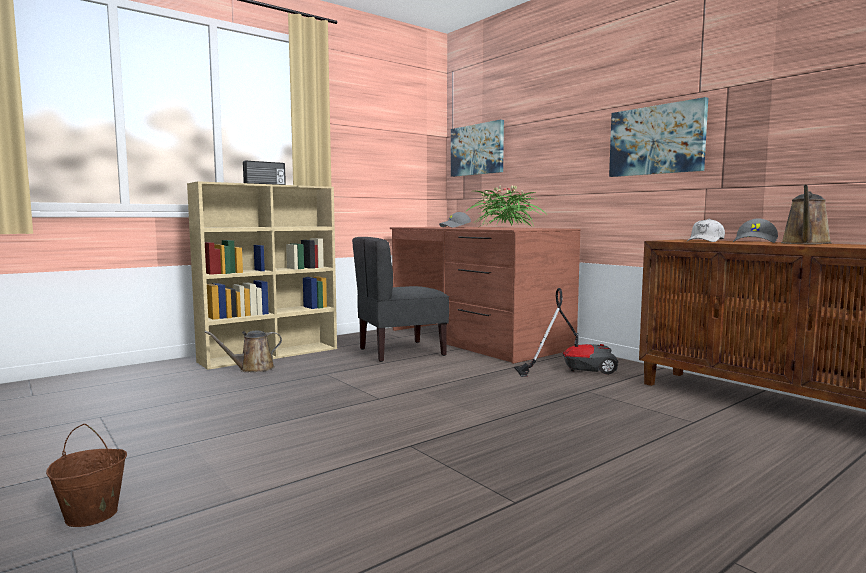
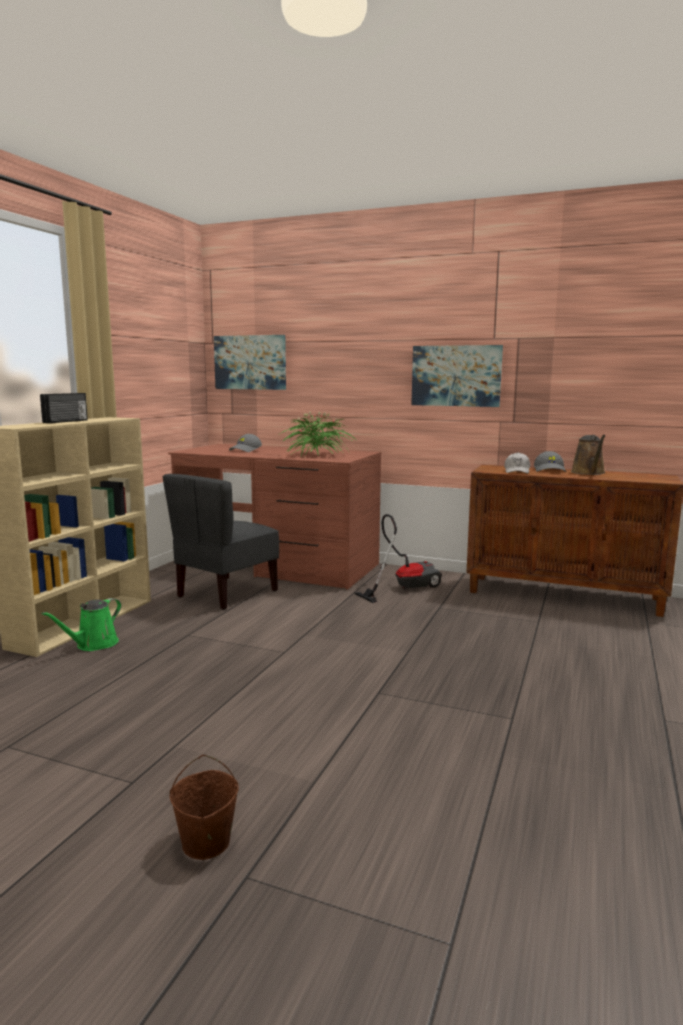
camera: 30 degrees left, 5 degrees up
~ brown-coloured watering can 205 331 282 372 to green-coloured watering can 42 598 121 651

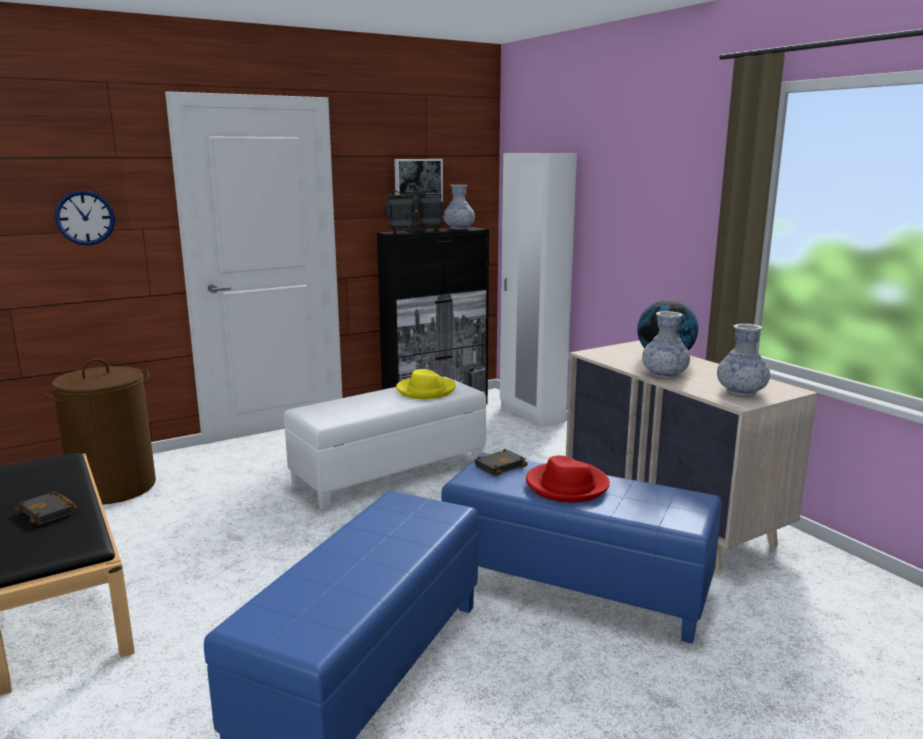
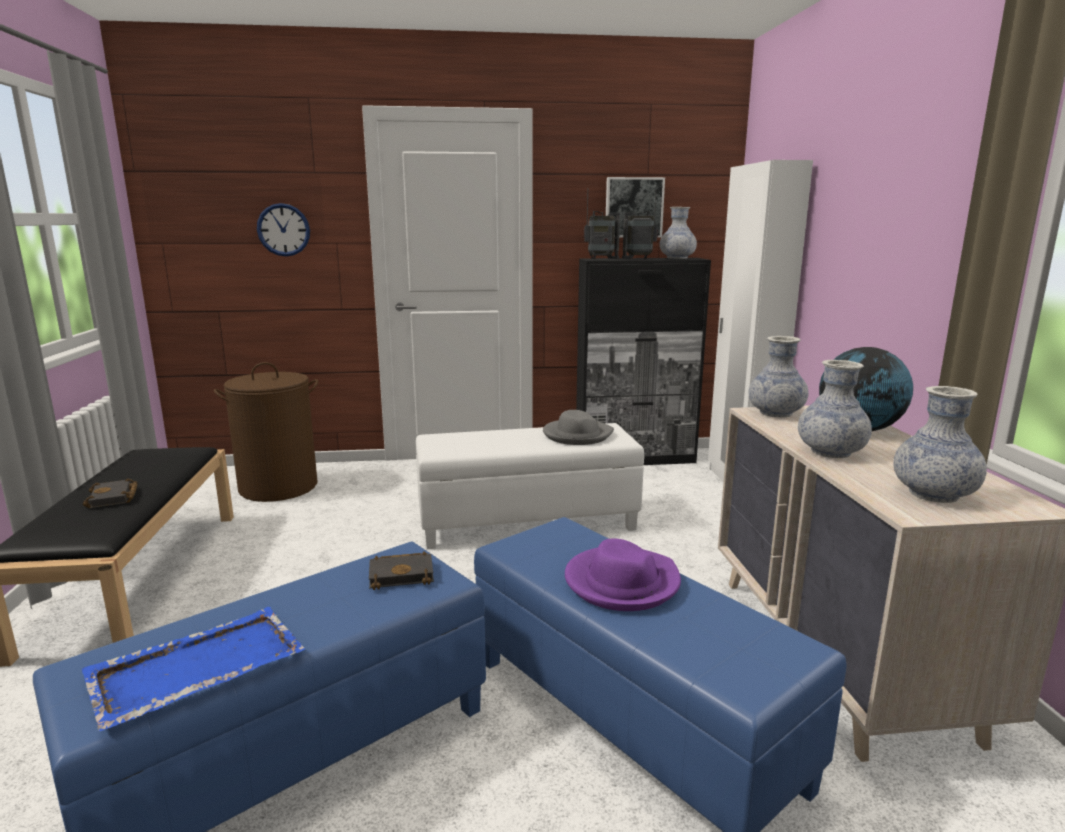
camera: 25 degrees right, 0 degrees up
~ yellowish hat 396 369 456 399 to greyish hat 543 410 614 445
~ blackish book 474 449 528 476 to 369 551 434 590
~ red hat 526 455 610 502 to purplish hat 565 538 681 611
+ bluish tray 82 607 305 731
+ vase 749 336 809 417

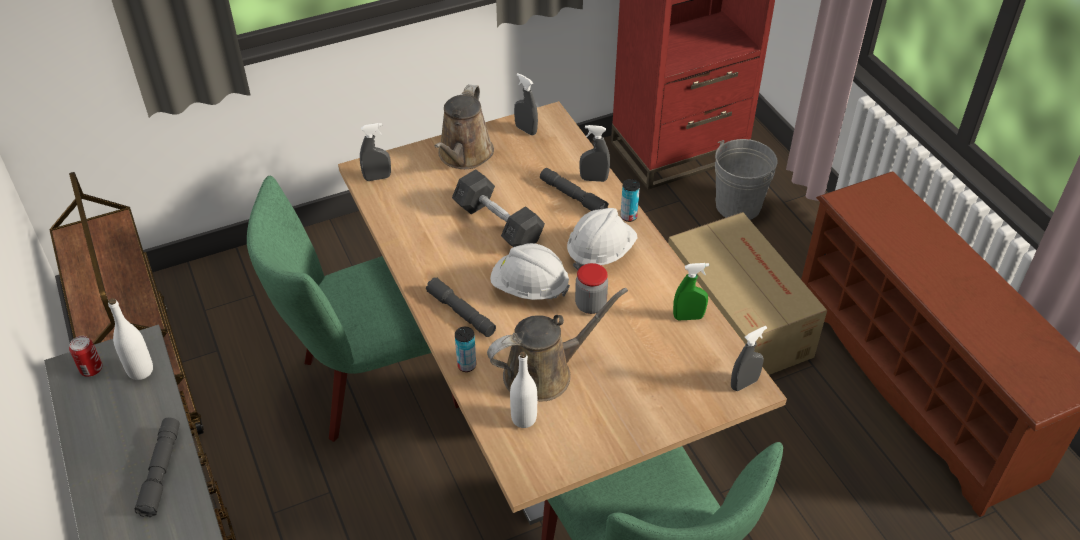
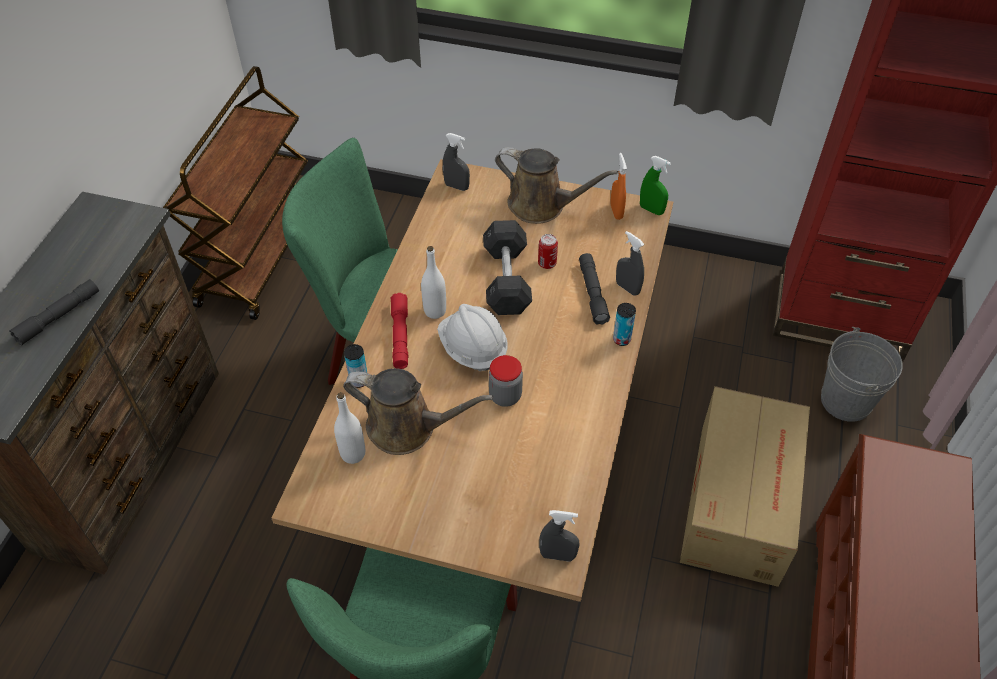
camera: 40 degrees right, 5 degrees up
~ sealed can 69 336 102 377 to 538 234 558 269
~ white-coloured drink bottle 108 298 153 380 to 421 246 446 319
~ greyish torch 426 278 496 337 to red torch 391 293 408 369
~ brown-coloured watering can 435 84 494 169 = 495 147 618 224 120 degrees counterclockwise
~ greyish sprayer 514 73 538 135 to orange-coloured sprayer 610 153 627 220
- white-coloured safety helmet 567 208 637 270
~ green-coloured sprayer 673 263 709 321 to 640 156 671 215

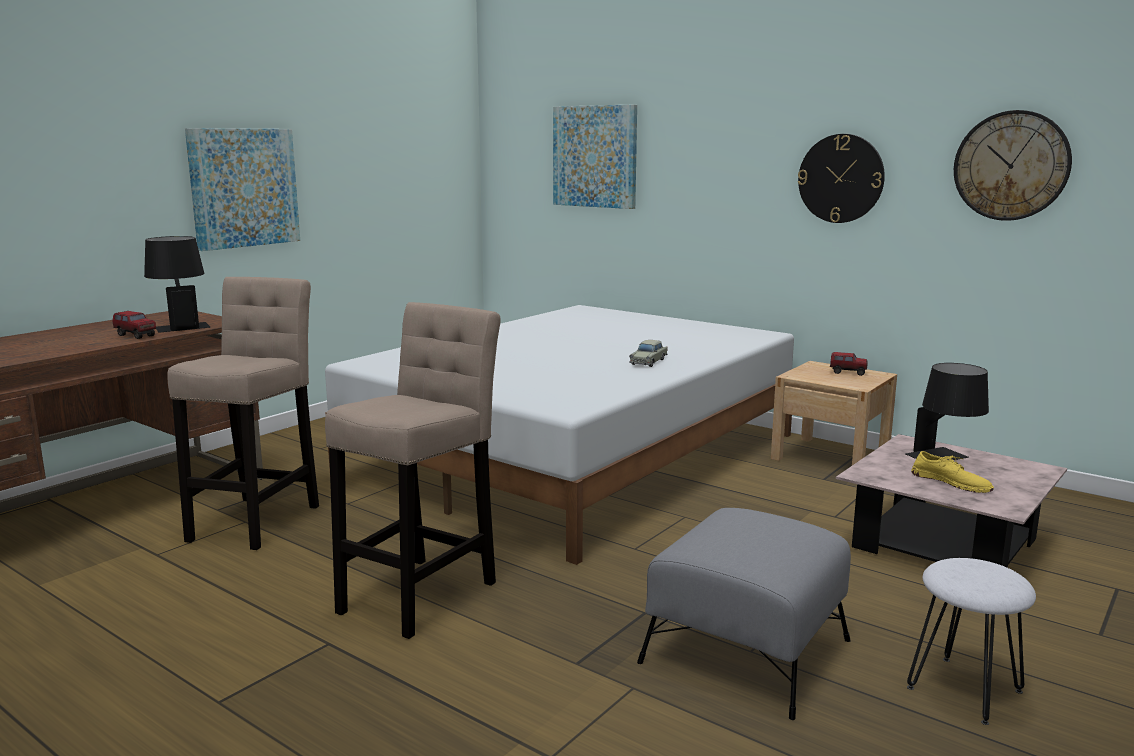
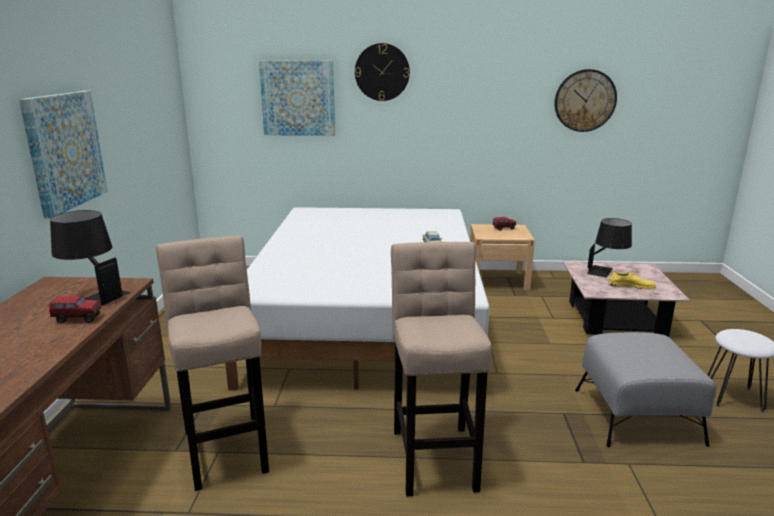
camera: 35 degrees left, 5 degrees up
~ hanging clock 798 134 885 223 to 355 43 410 101

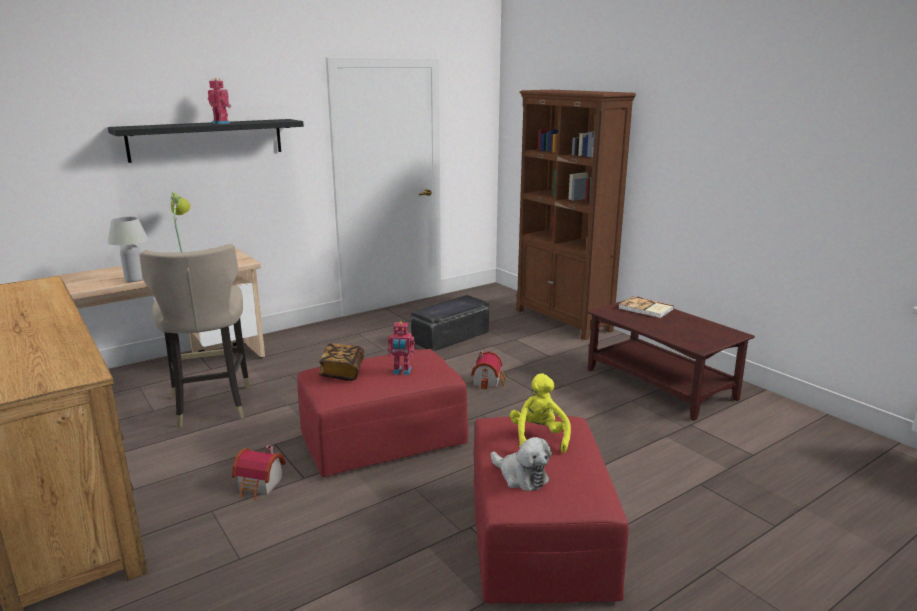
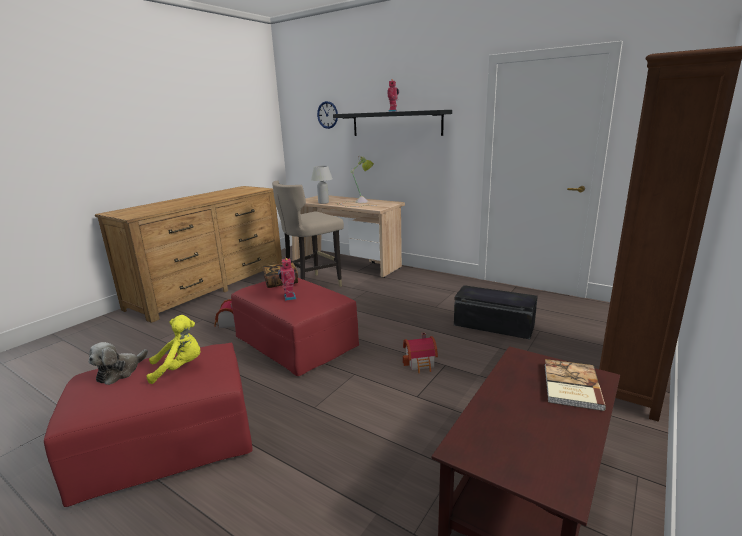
camera: 70 degrees right, 0 degrees up
+ hanging clock 317 101 338 129

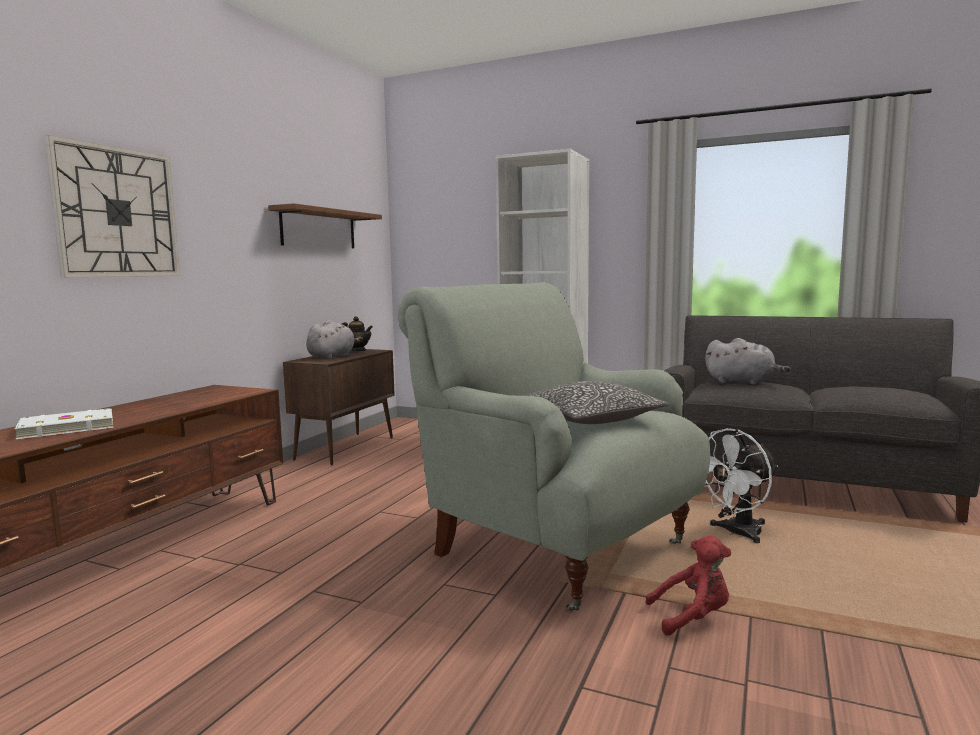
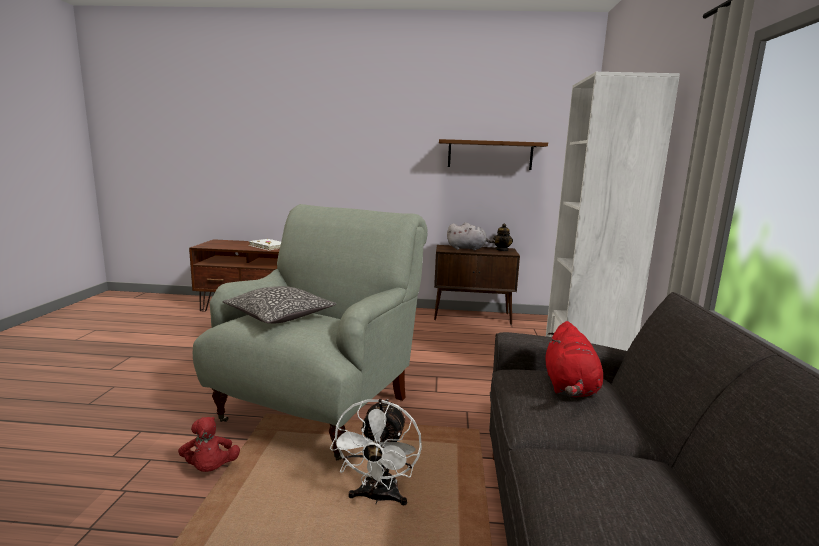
camera: 70 degrees right, 5 degrees up
- hanging clock 44 135 180 278
~ white-coloured cooling fan 704 428 778 543 = 330 399 422 506 120 degrees counterclockwise
~ greyish plush toy 705 338 791 385 to red plush toy 545 321 603 397

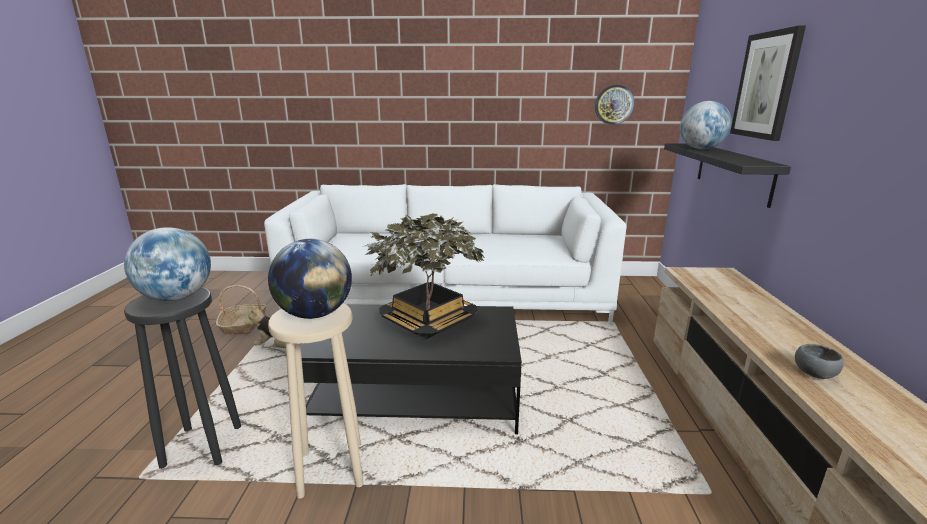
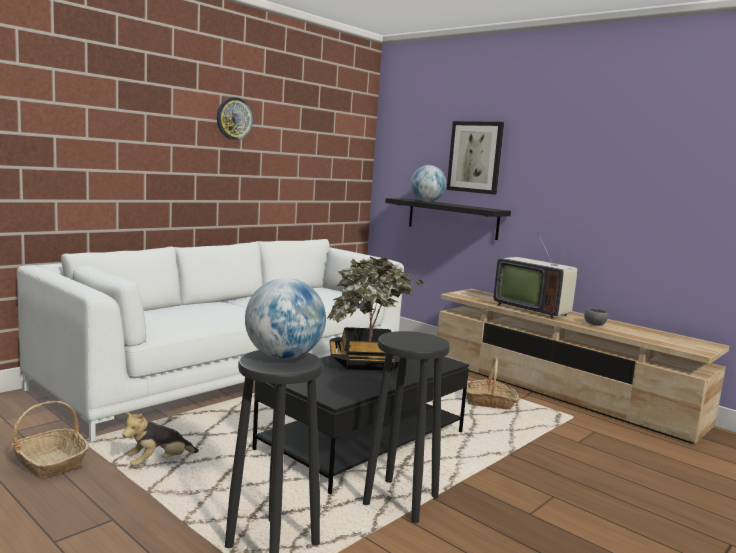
camera: 50 degrees left, 10 degrees down
- desk globe 268 239 352 319
~ sand-coloured sitting stool 268 303 363 499 to blackish sitting stool 363 331 450 523
~ hanging clock 595 85 634 125 to 217 97 253 140
+ household basket 466 358 519 409
+ TV 493 229 579 319

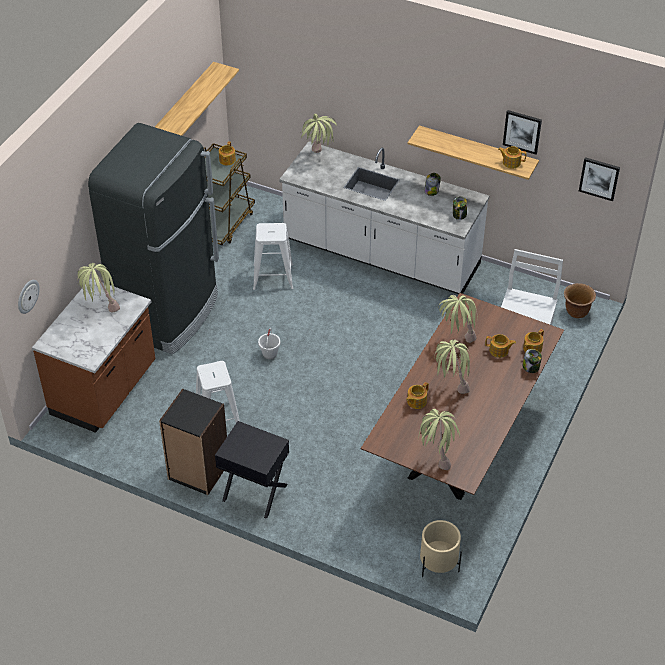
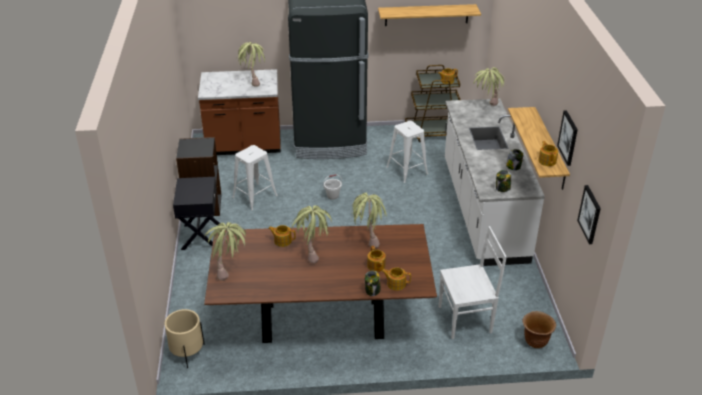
camera: 60 degrees right, 10 degrees down
- hanging clock 18 280 40 314

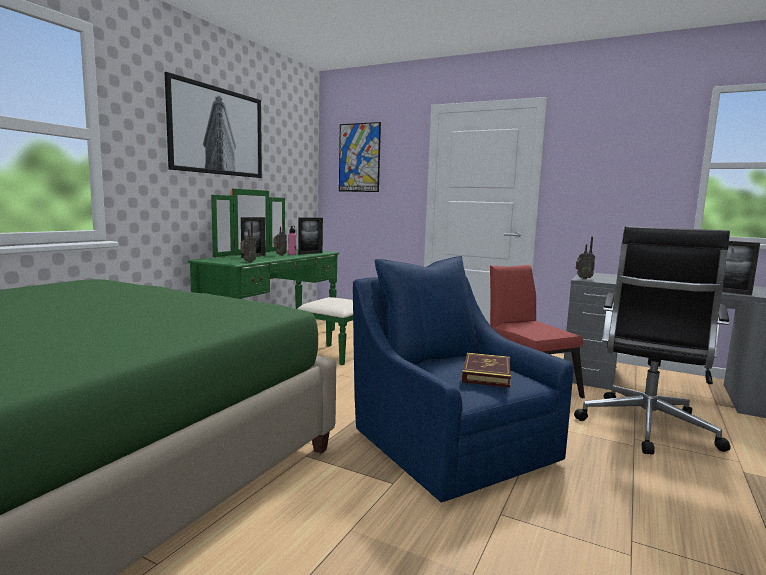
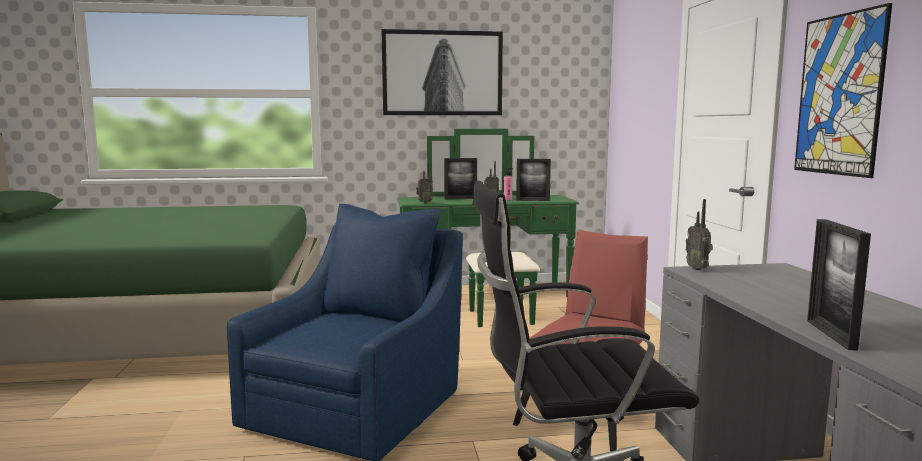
camera: 55 degrees right, 0 degrees up
~ wall picture 339 122 381 192 to 794 3 892 178
- book 462 353 511 388

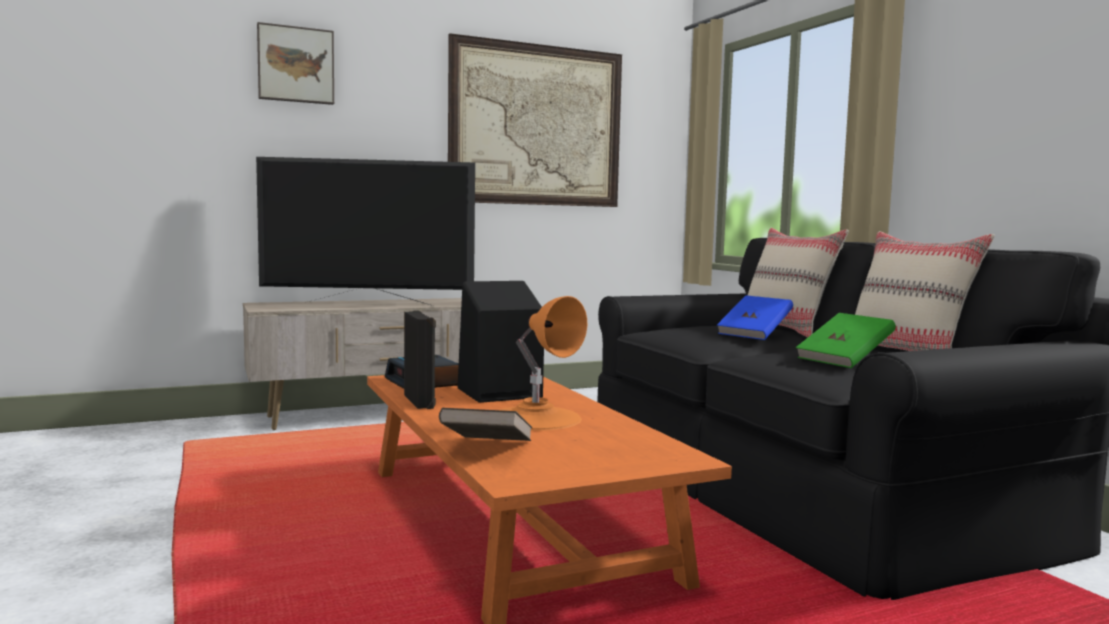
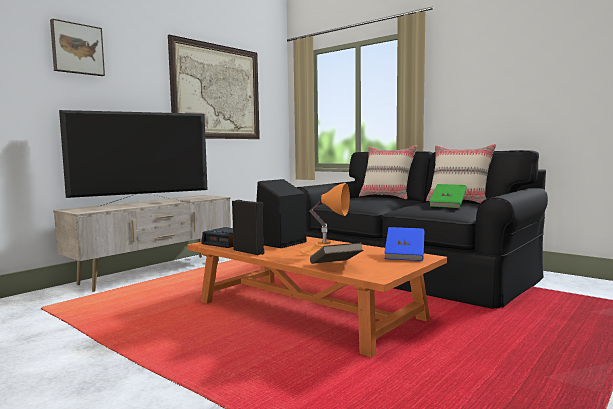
camera: 25 degrees left, 0 degrees up
~ bluish book 717 295 793 340 to 384 227 424 261

